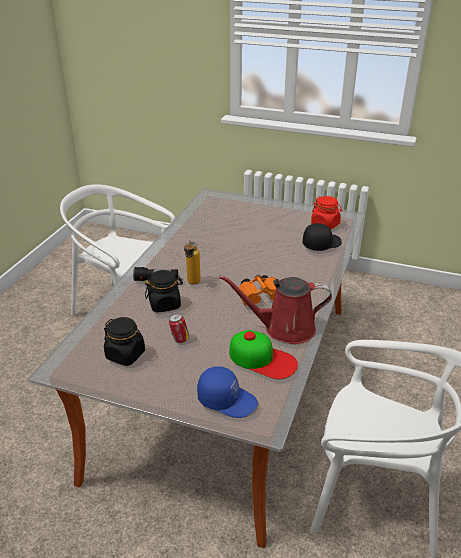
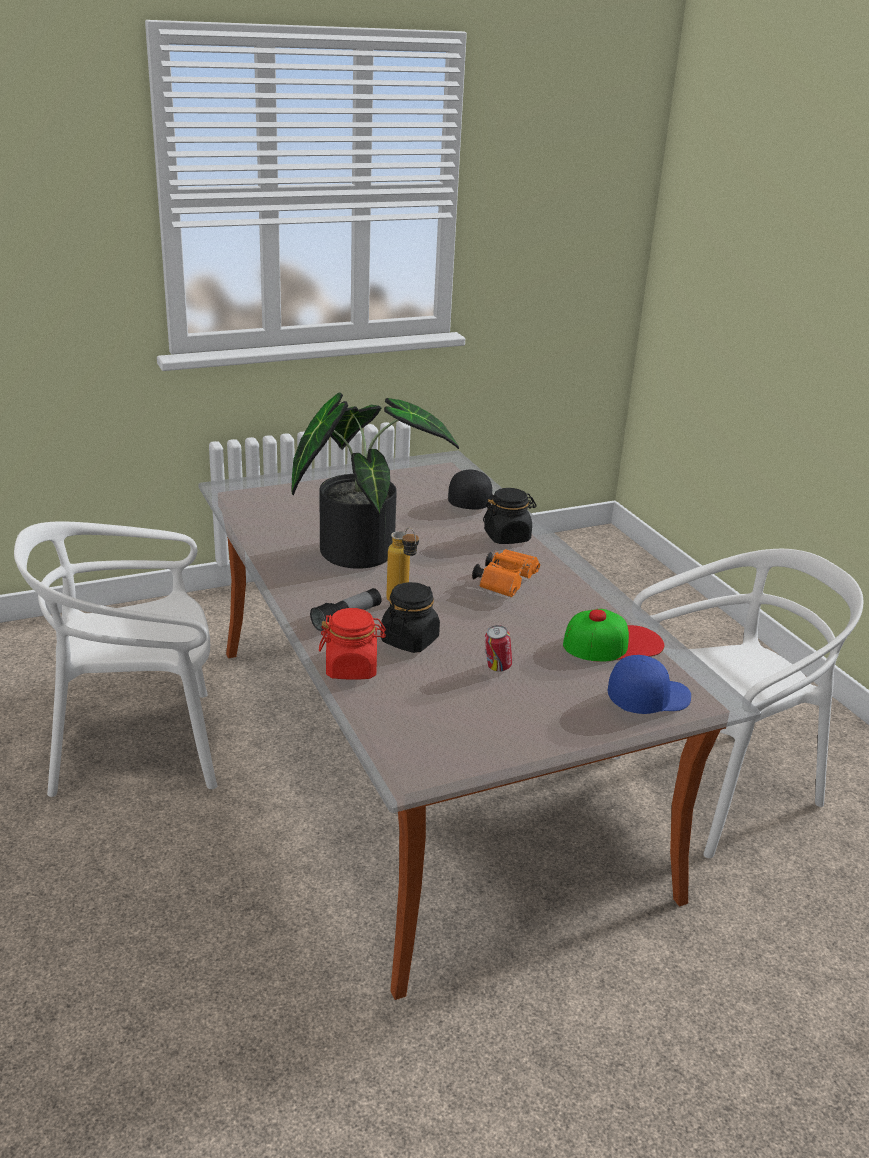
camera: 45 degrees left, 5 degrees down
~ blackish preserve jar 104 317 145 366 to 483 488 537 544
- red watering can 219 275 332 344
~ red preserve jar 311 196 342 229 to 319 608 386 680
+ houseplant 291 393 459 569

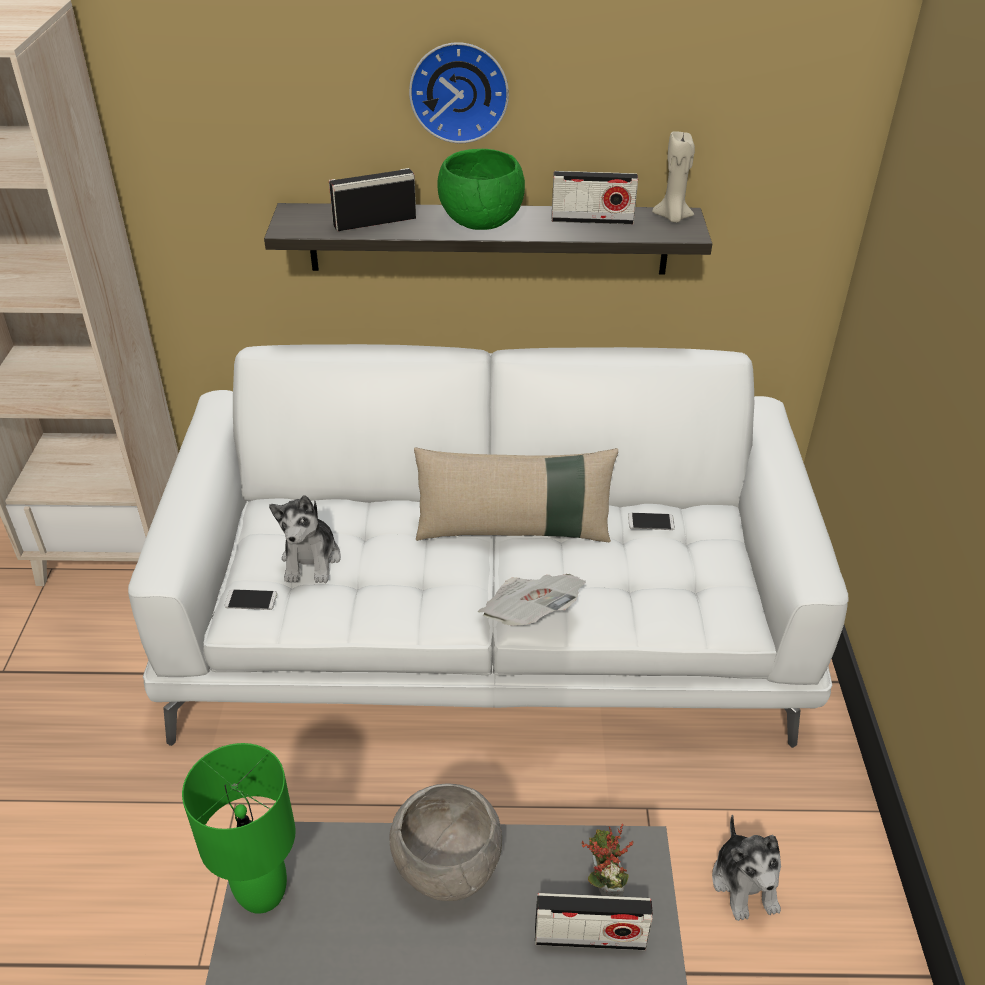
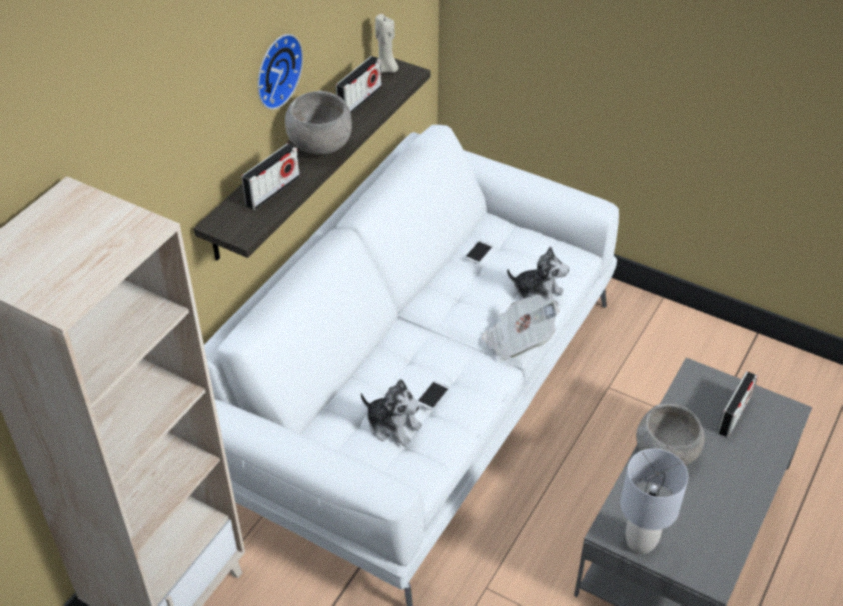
camera: 60 degrees left, 5 degrees up
~ green-coloured lamp for a table 182 743 296 914 to greyish lamp for a table 621 449 688 554
~ handset 224 589 277 610 to 417 381 449 410
~ radio set 329 168 416 231 = 242 143 300 210 150 degrees counterclockwise
- sand-coloured pillow 414 447 618 542
~ green-coloured serving bowl 437 149 525 230 to greyish serving bowl 285 91 352 155
- houseplant 581 824 634 897
~ plush toy 712 815 781 921 to 507 246 569 306

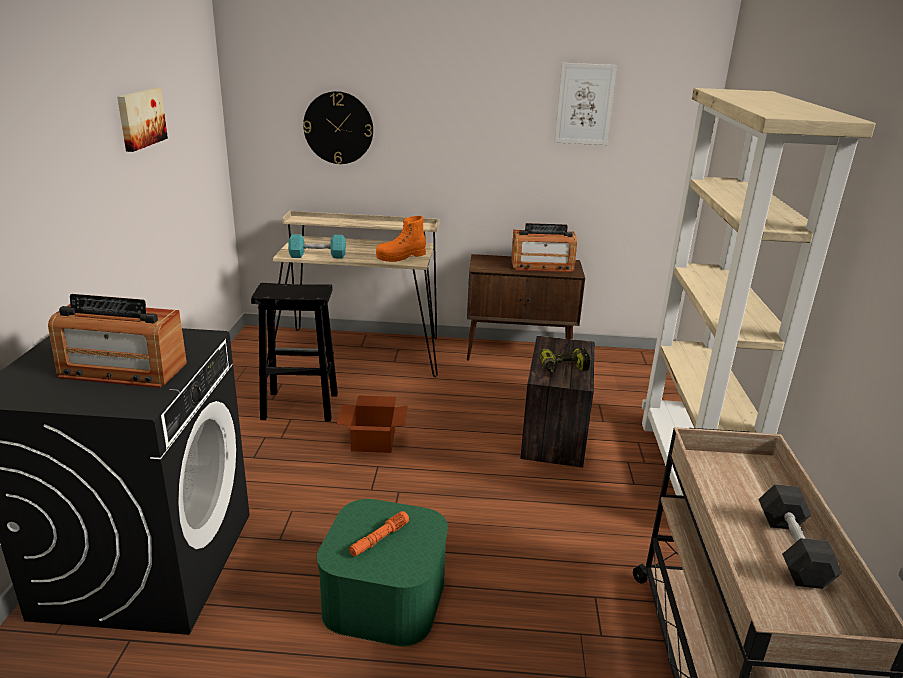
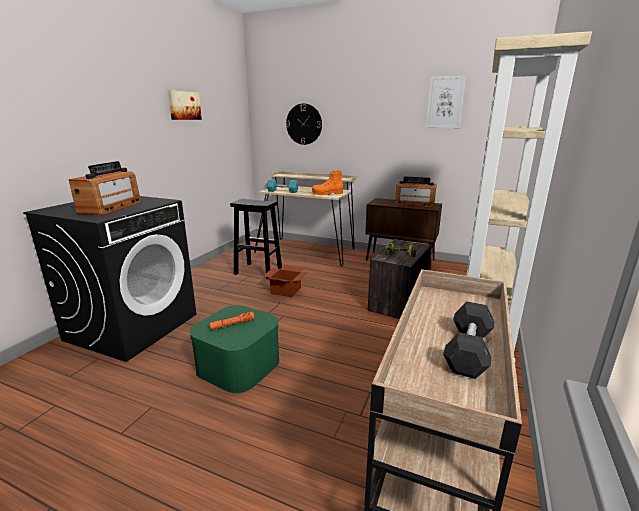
camera: 20 degrees right, 5 degrees down
~ radio set 48 294 187 388 = 69 161 142 215 105 degrees counterclockwise

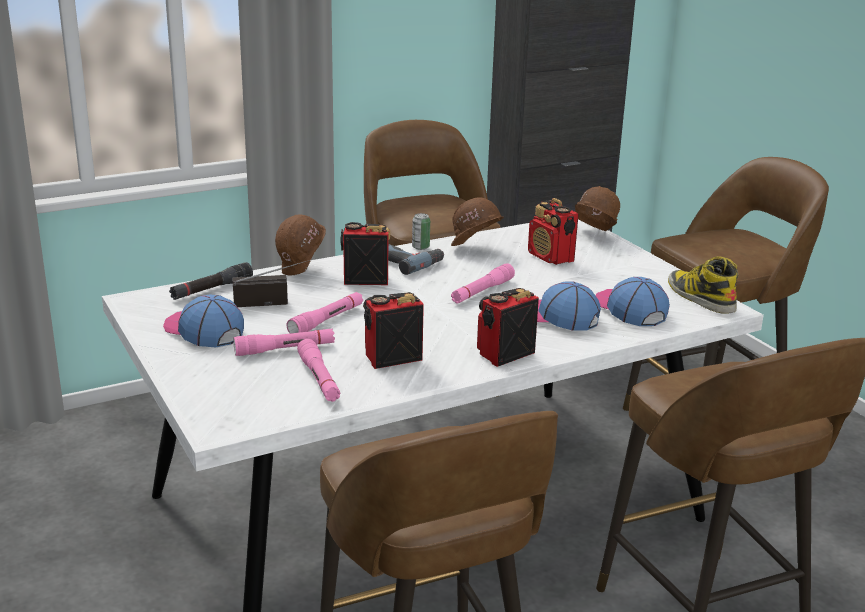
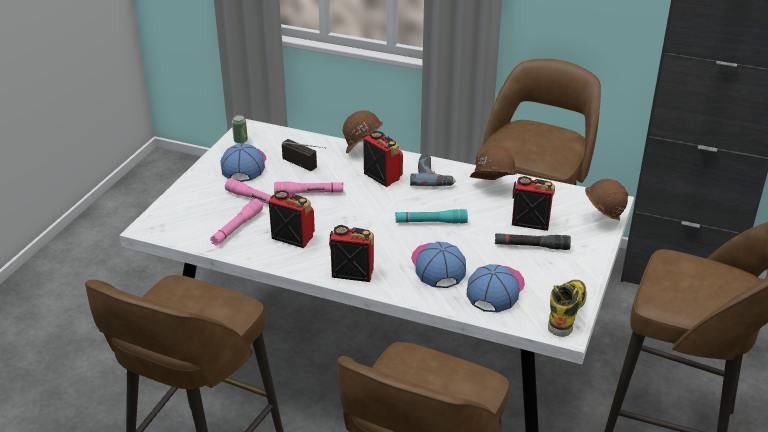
camera: 50 degrees right, 10 degrees up
~ blackish torch 169 262 253 300 to 495 233 571 250
~ sealed can 412 213 430 250 to 232 115 248 144
~ pinkish torch 451 263 515 304 to turquoise-coloured torch 395 209 468 224
~ radio set 528 198 579 265 = 512 176 555 231 90 degrees clockwise

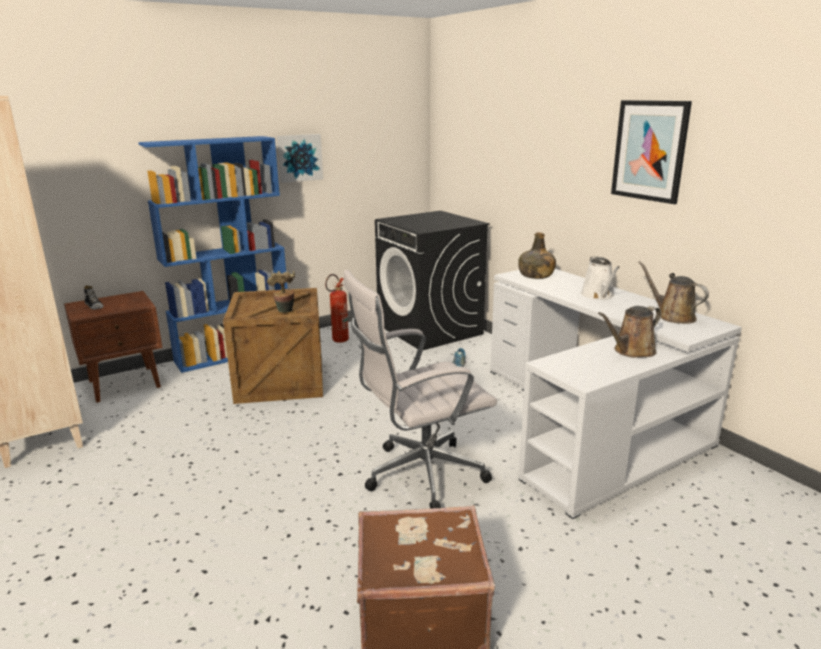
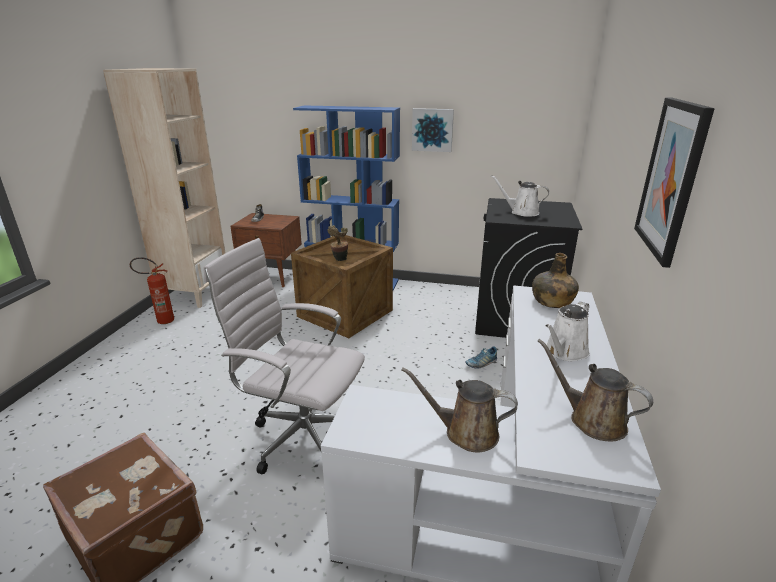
camera: 45 degrees right, 5 degrees up
~ fire extinguisher 325 274 349 343 to 130 257 174 324
~ brown-coloured watering can 638 261 709 324 = 538 339 653 441 60 degrees counterclockwise
+ white-coloured watering can 491 175 550 217

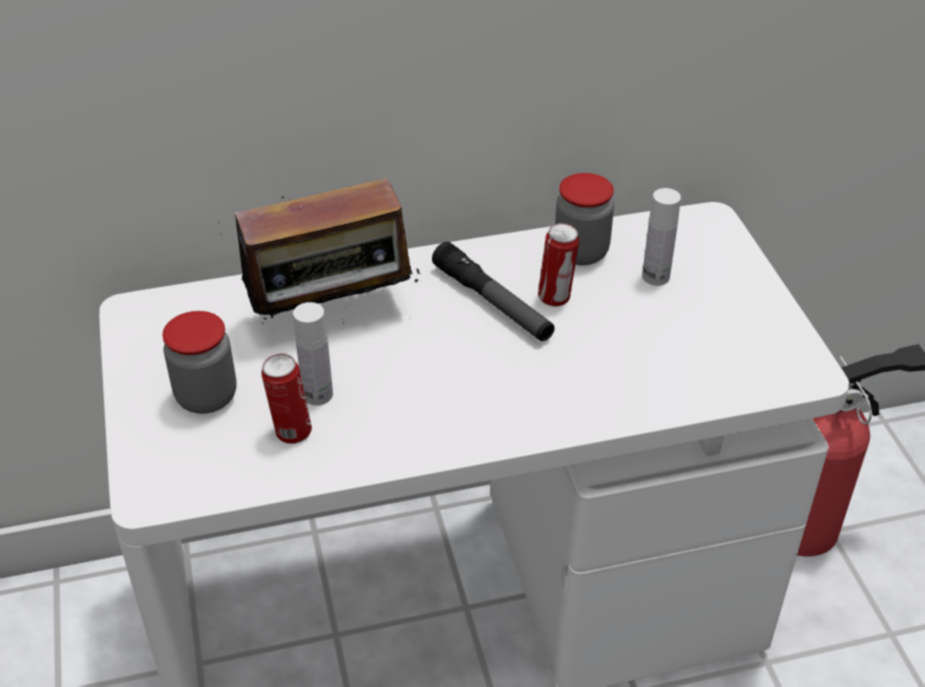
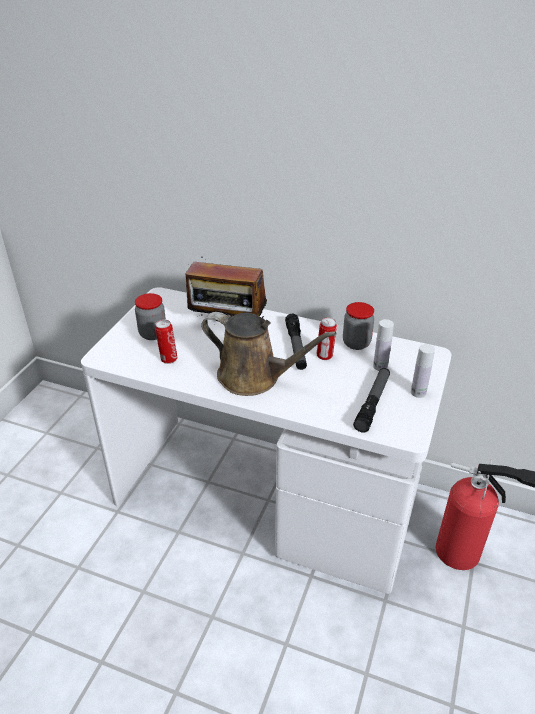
camera: 35 degrees right, 5 degrees down
~ white-coloured drink bottle 293 302 333 406 to 411 344 435 398
+ brown-coloured watering can 201 312 336 396
+ torch 353 368 390 433

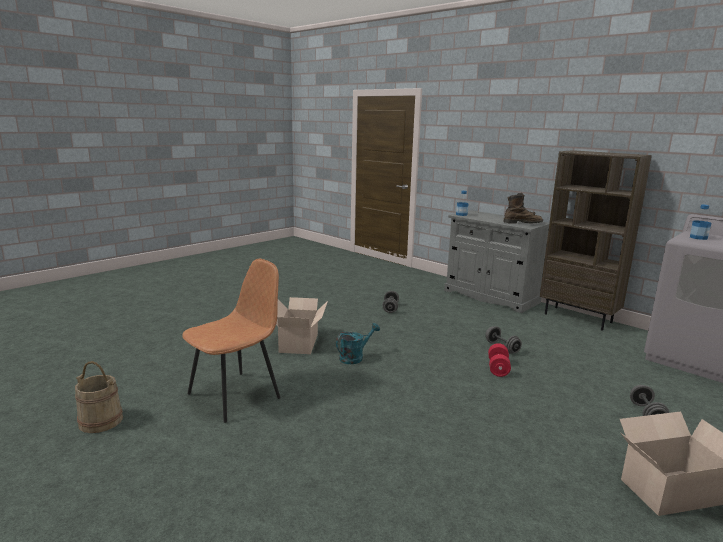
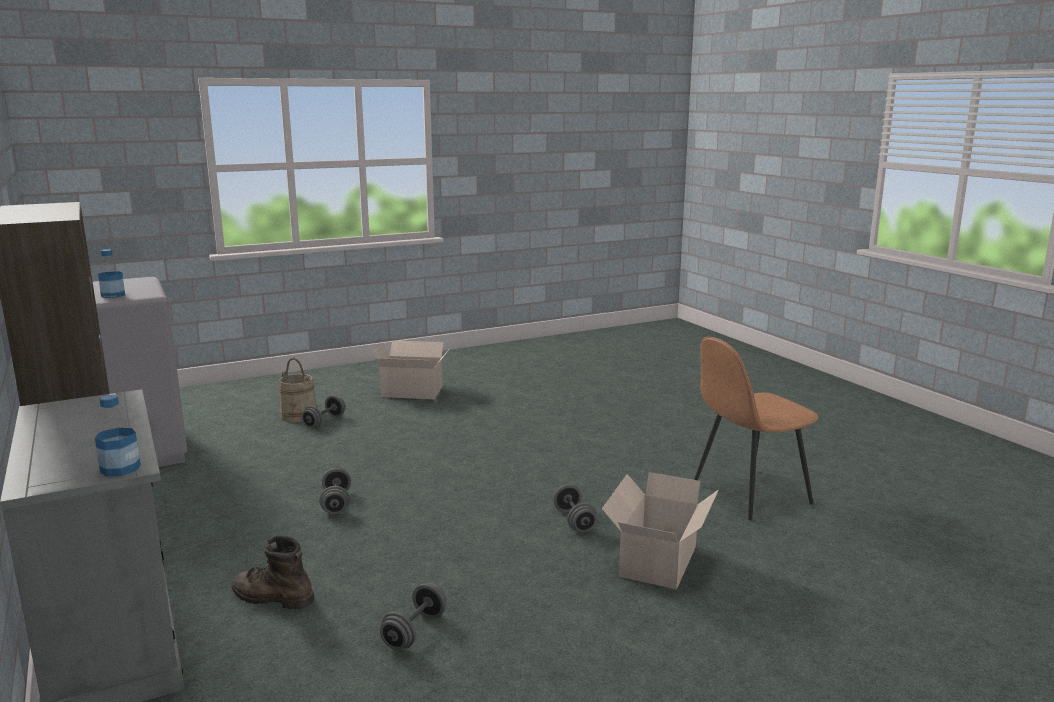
camera: 160 degrees left, 0 degrees up
~ sand-coloured pail 75 361 123 433 to 279 358 317 422
~ turquoise-coloured watering can 336 323 380 364 to greyish dumbbell 553 484 597 532
- red dumbbell 488 343 511 377
~ brown-coloured high-top boot 503 193 543 224 to 232 535 314 609

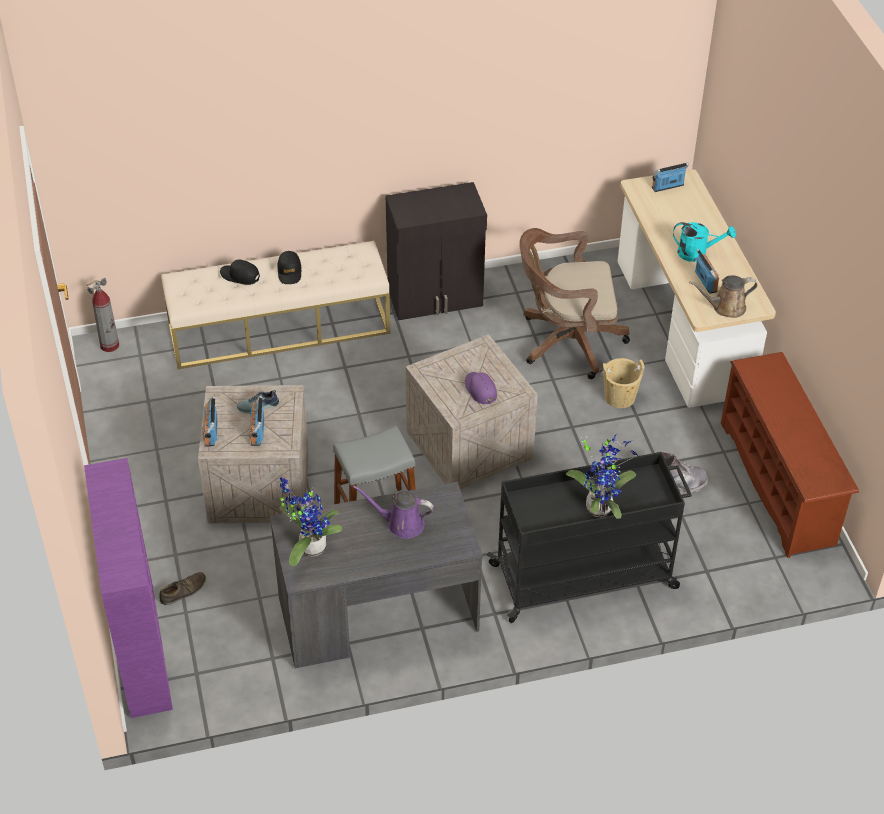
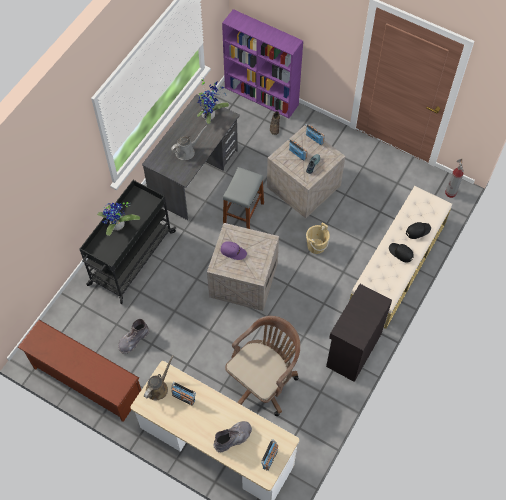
camera: 135 degrees right, 15 degrees up
~ purplish watering can 353 486 434 539 to greyish watering can 171 125 207 160
~ sand-coloured pail 601 358 645 408 to 306 223 330 254
- turquoise-coloured watering can 673 222 736 262
+ greyish high-top boot 213 421 252 453

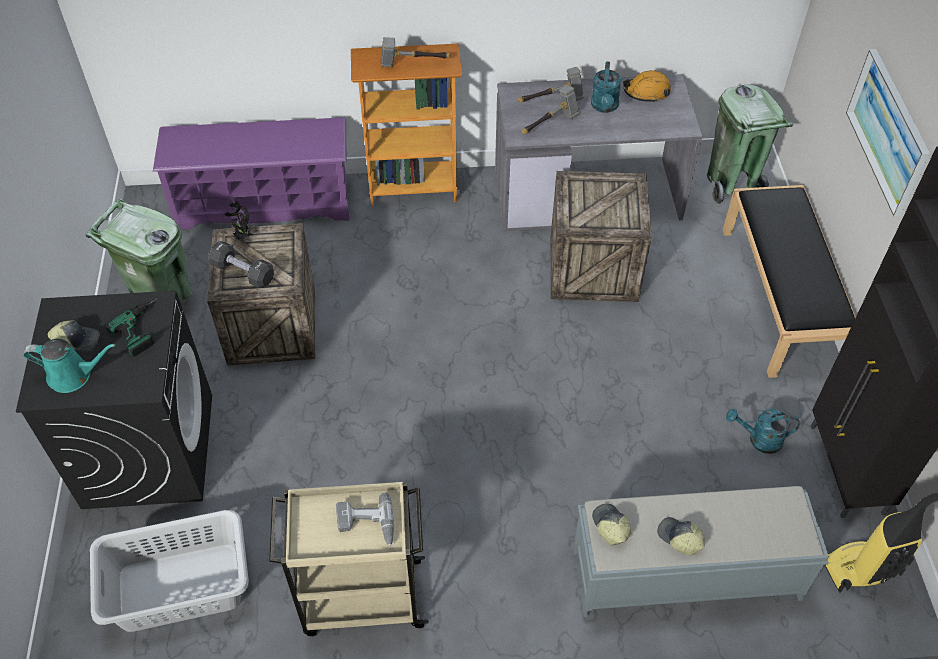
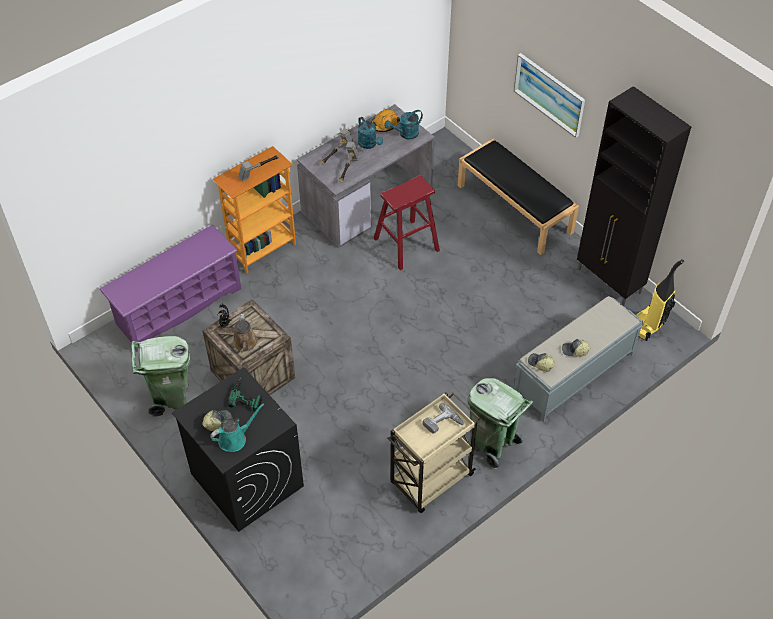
camera: 35 degrees left, 0 degrees up
- greyish washing basket 90 510 249 632
~ blackish dumbbell 208 241 274 288 to brown-coloured watering can 233 314 258 352
~ packing crate 551 171 652 302 to red sitting stool 374 175 440 270
~ green-coloured waste bin 707 85 793 205 to 467 378 534 469
~ turquoise-coloured watering can 726 408 800 454 to 384 110 423 140

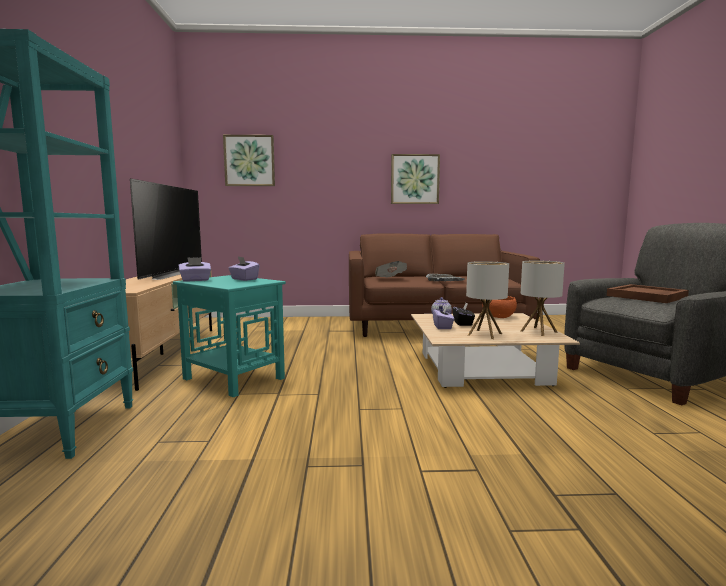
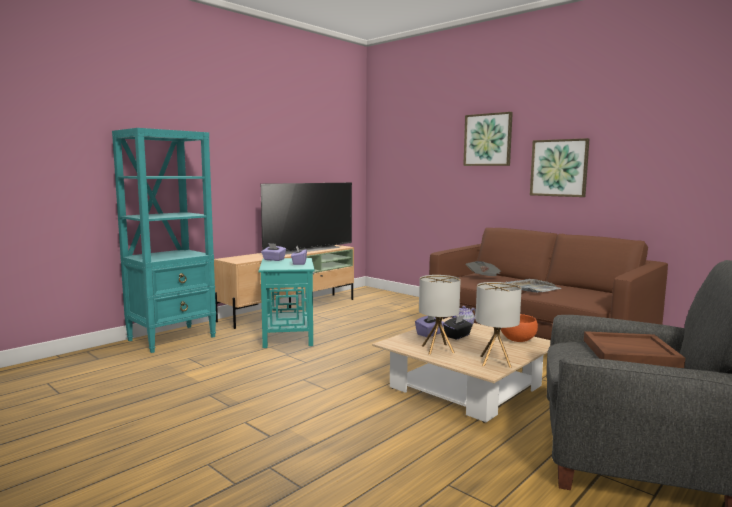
camera: 45 degrees right, 0 degrees up
~ wall picture 223 135 275 186 to 463 112 513 166

